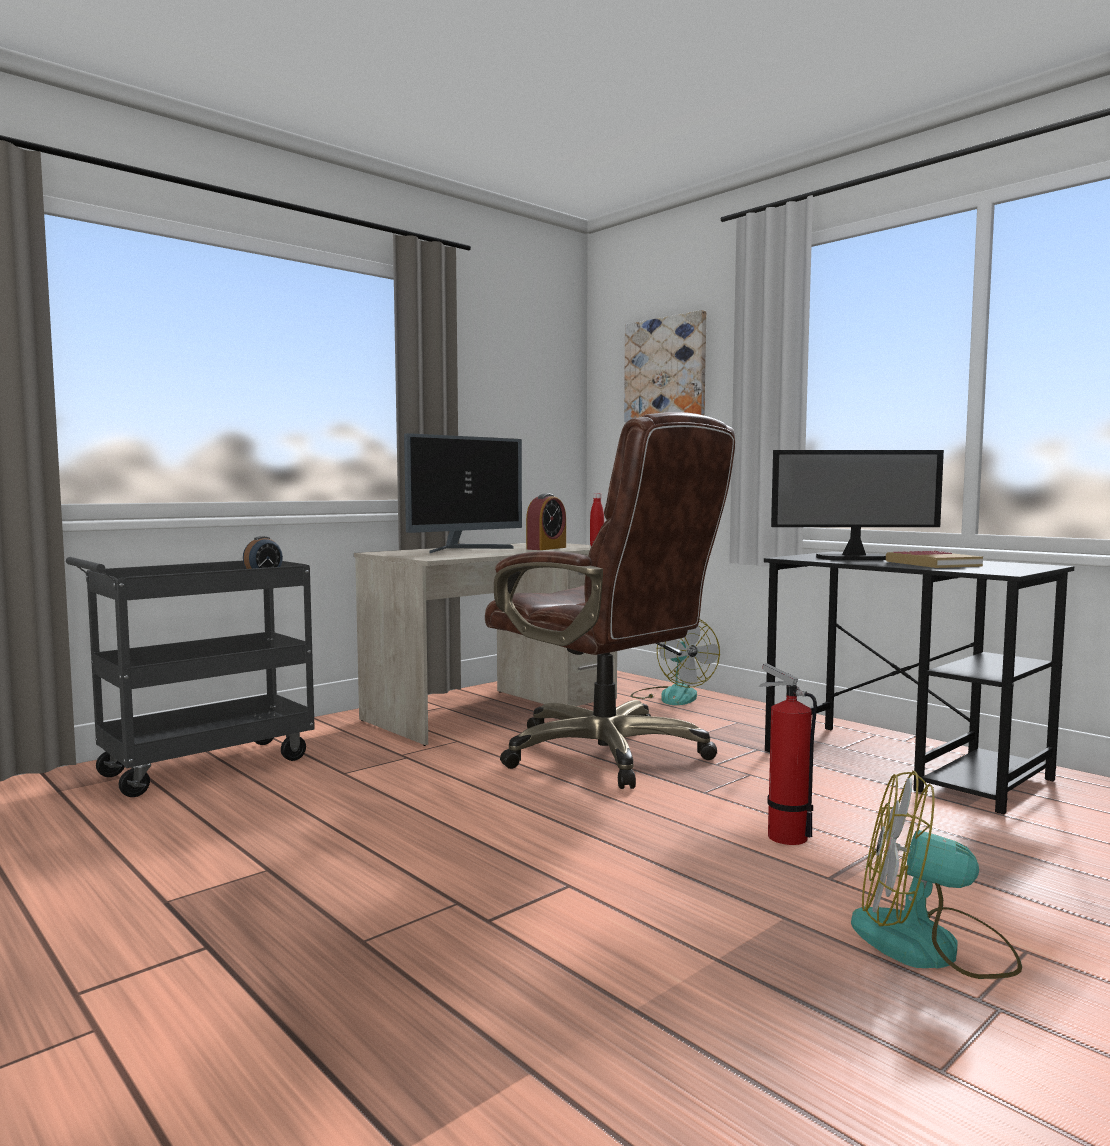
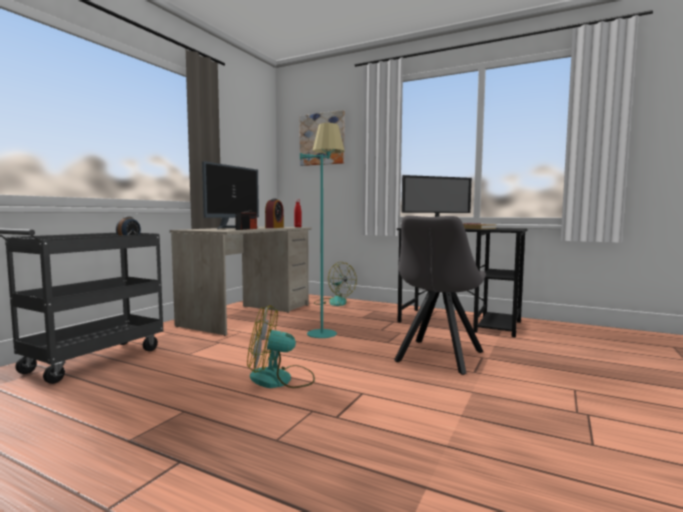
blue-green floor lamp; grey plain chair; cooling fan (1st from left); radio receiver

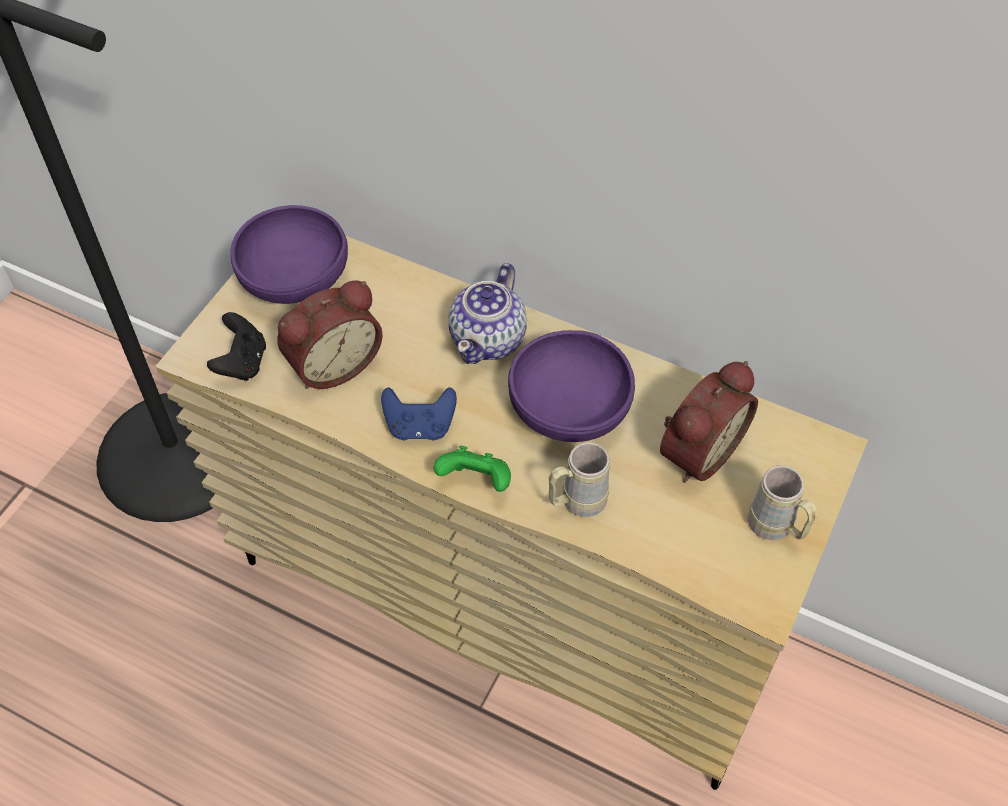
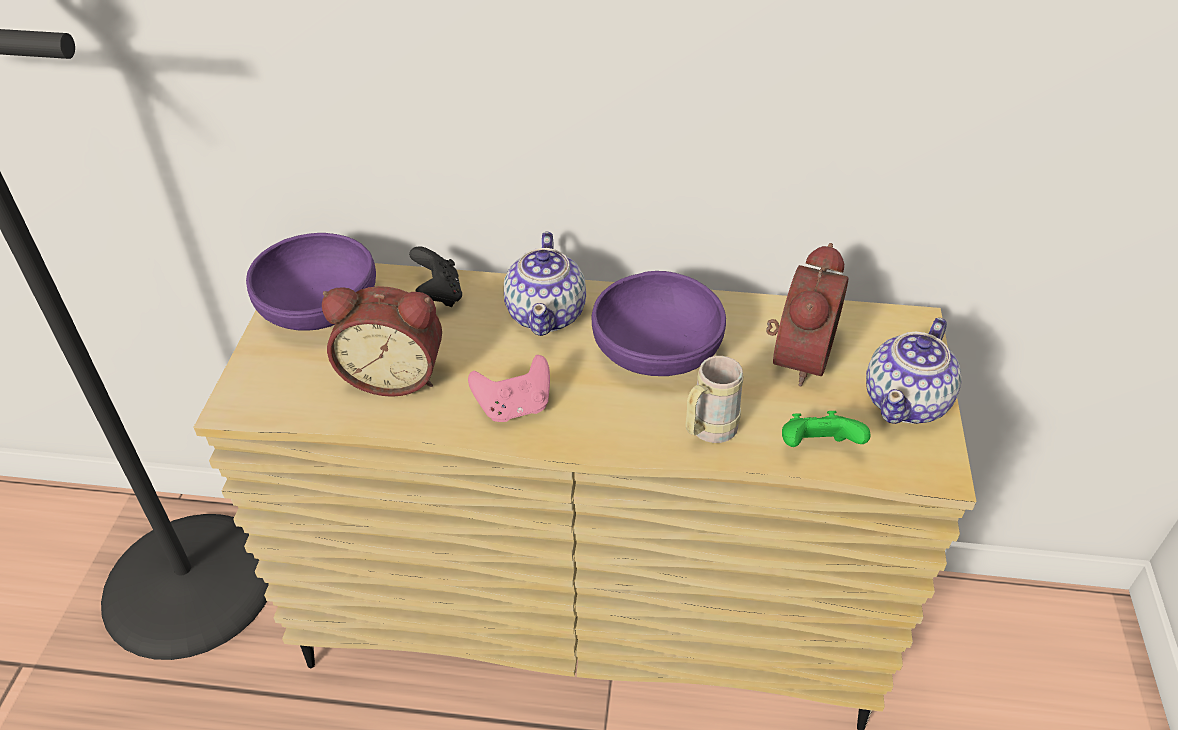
bedside clock (1st from left); blackish joypad; pinkish joypad; green-coloured joypad; teapot (2nd from left)

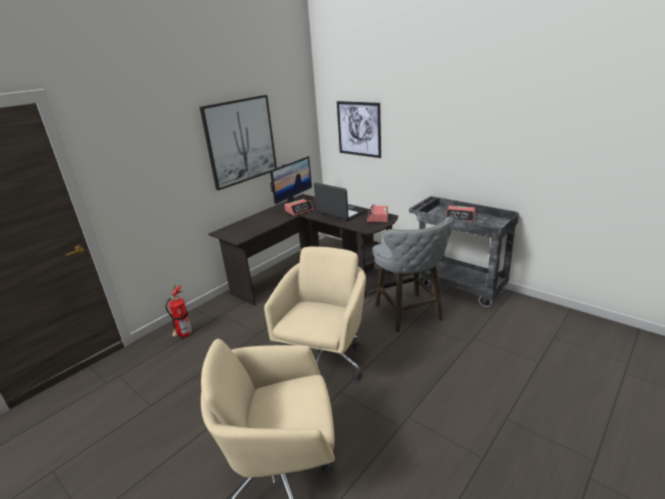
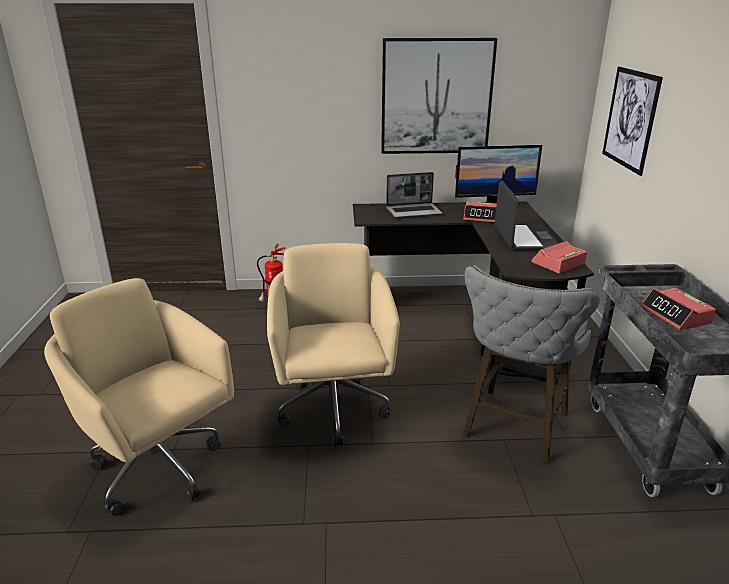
beige desk chair (2nd from left); portable computer (1st from left)

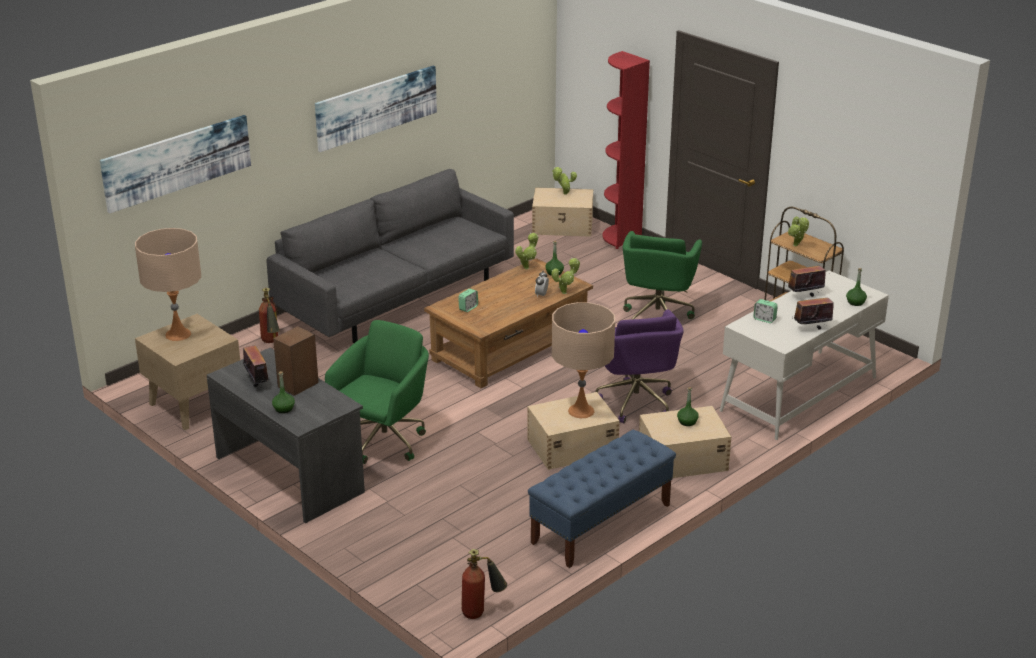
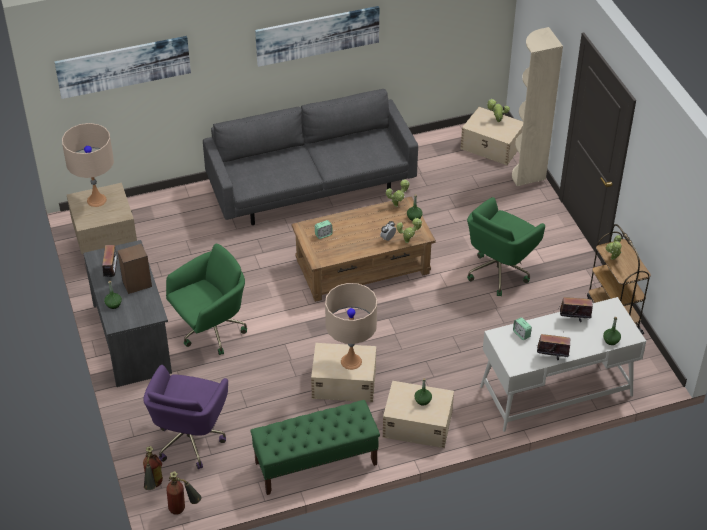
beige bookcase; fire extinguisher (1st from left); purplish desk chair; green-coloured indoor bench

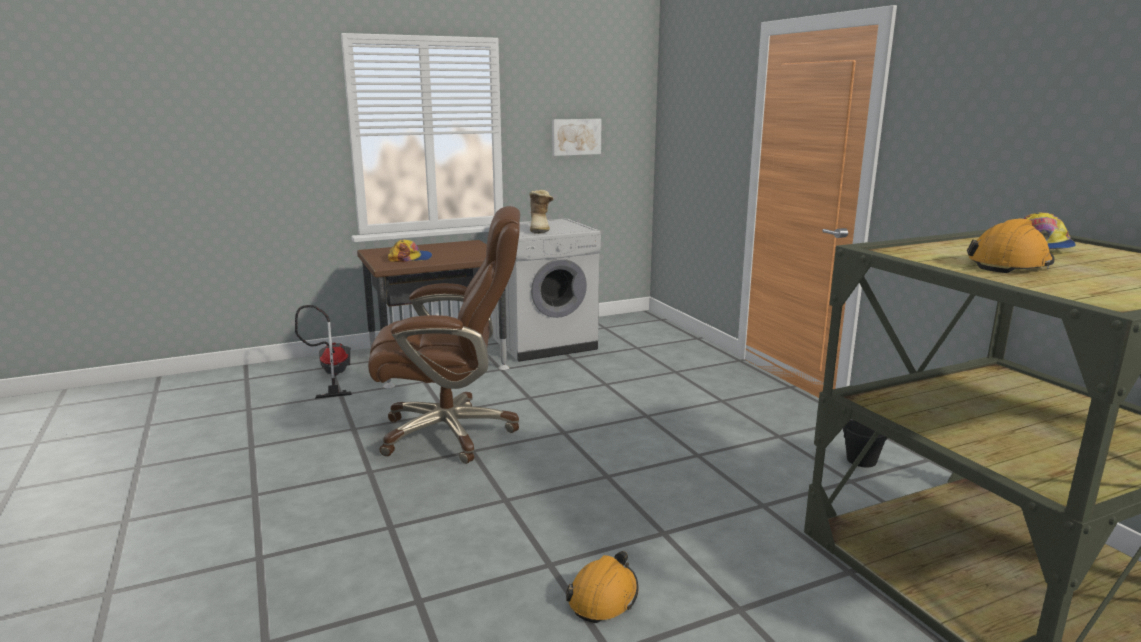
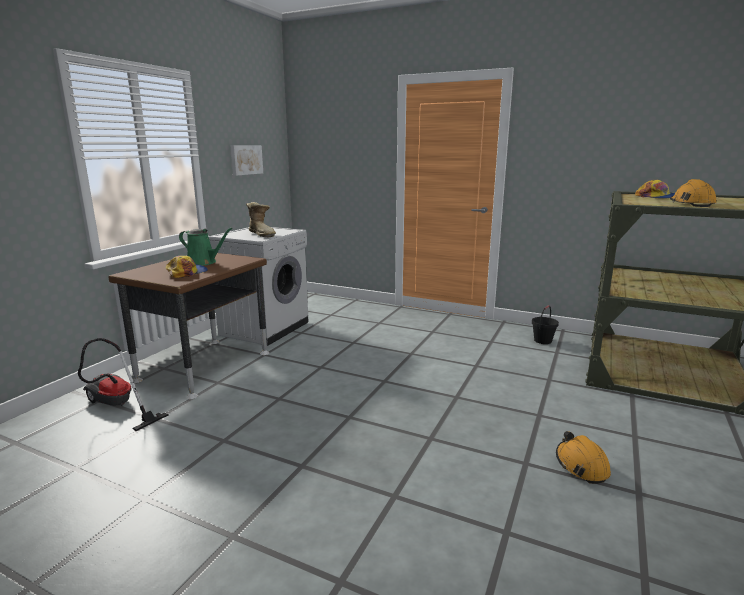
brownish desk chair; green-coloured sprinkling can

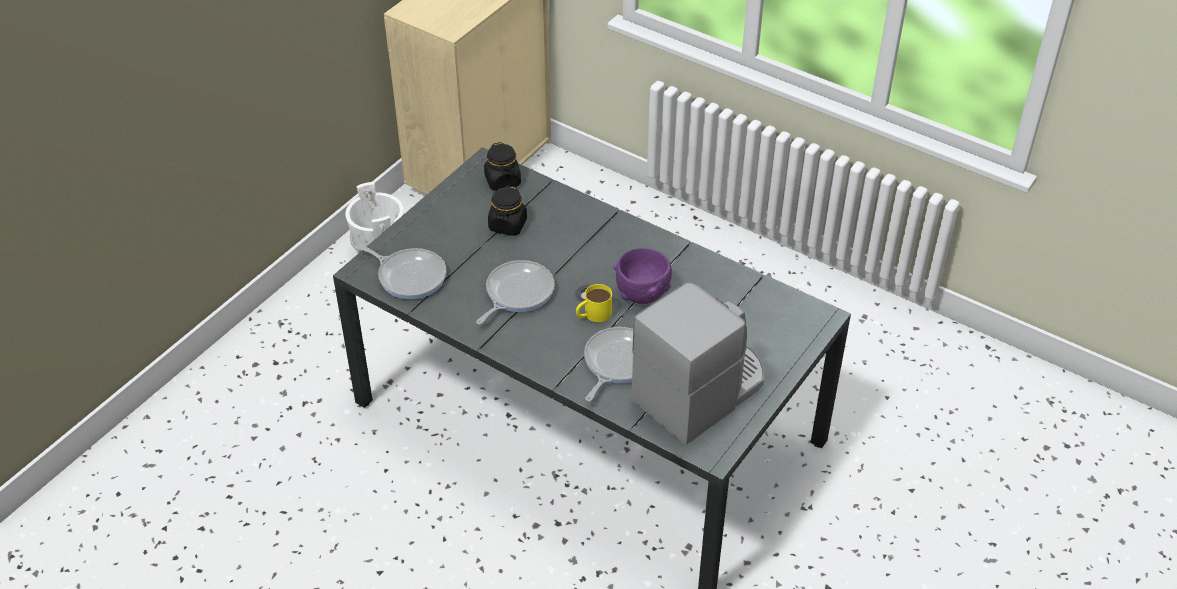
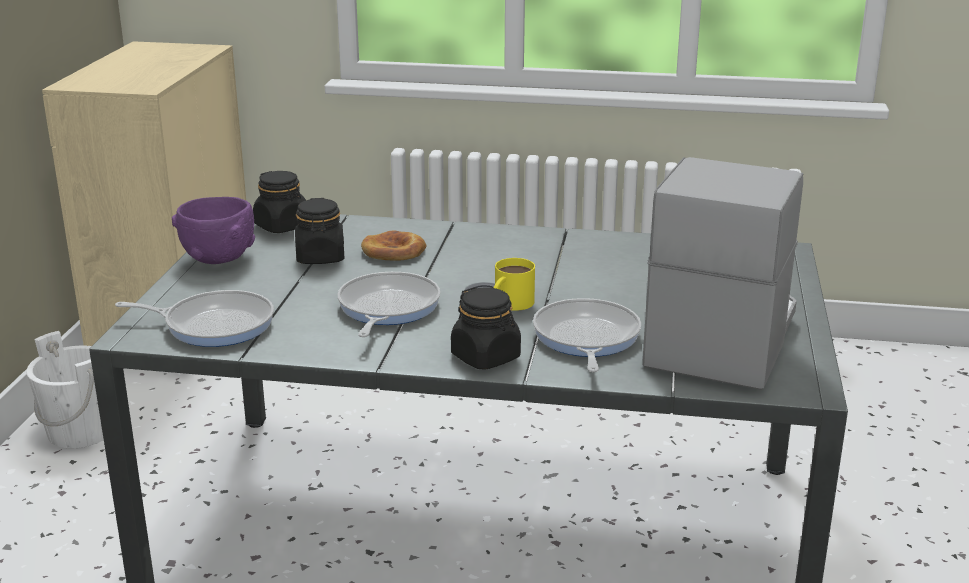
purplish deep dish; bread; blackish storage jar (3rd from left)

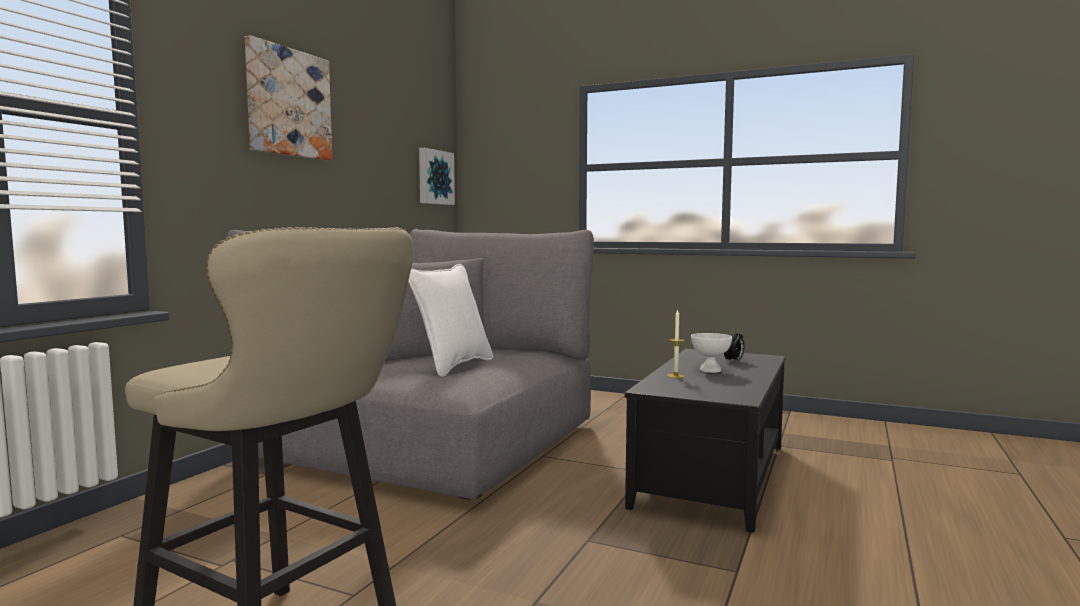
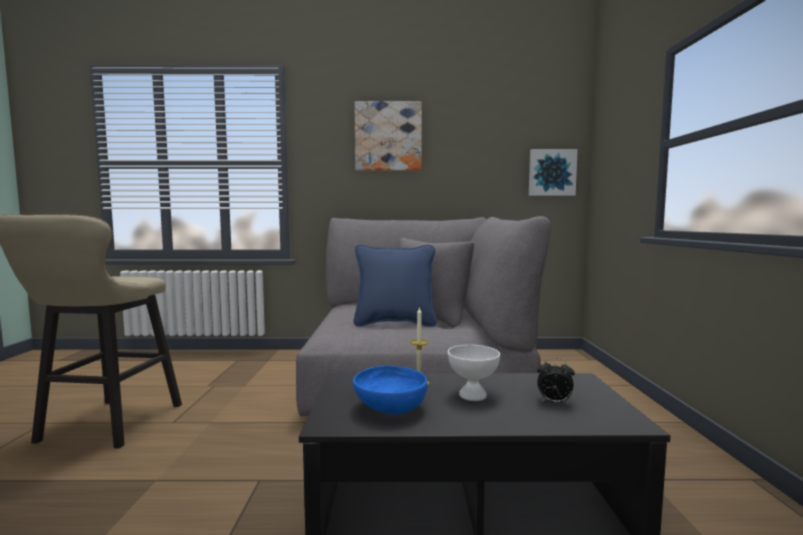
blue-coloured cushion; blue-coloured deep dish

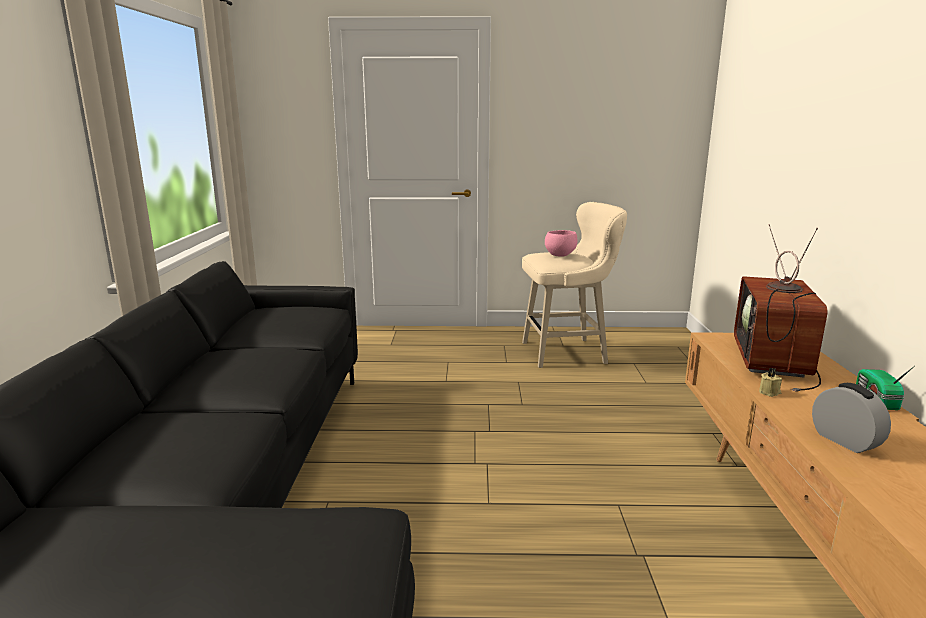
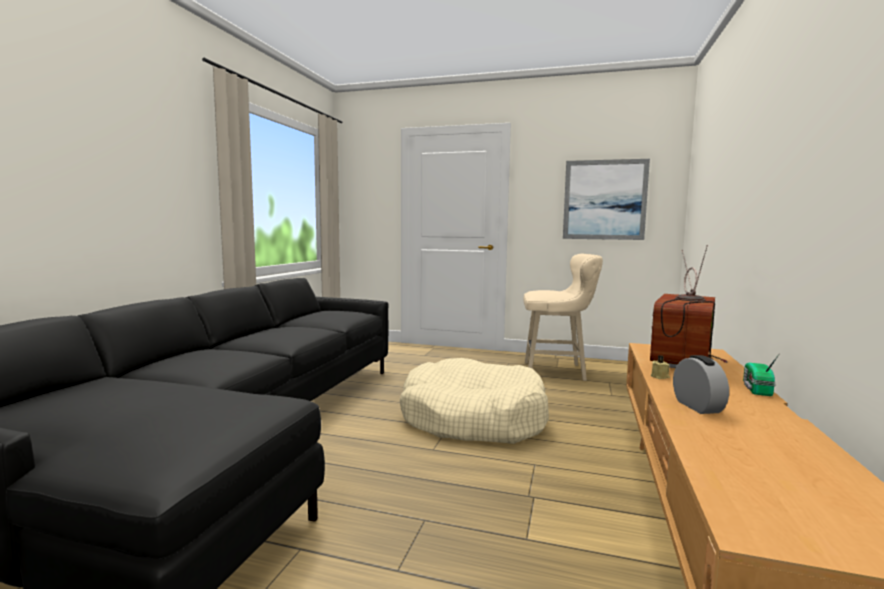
pinkish deep dish; picture; beige dog cushion

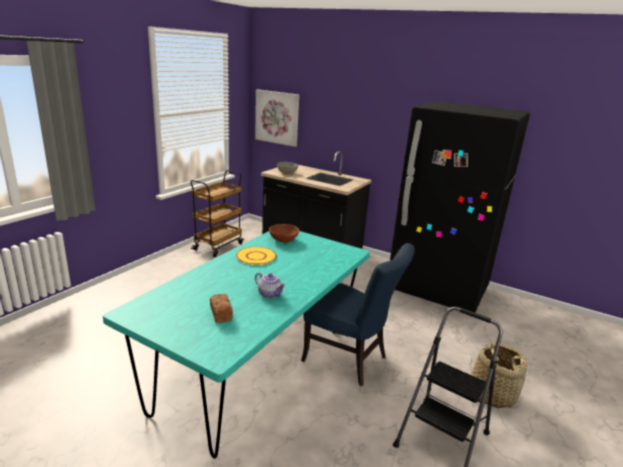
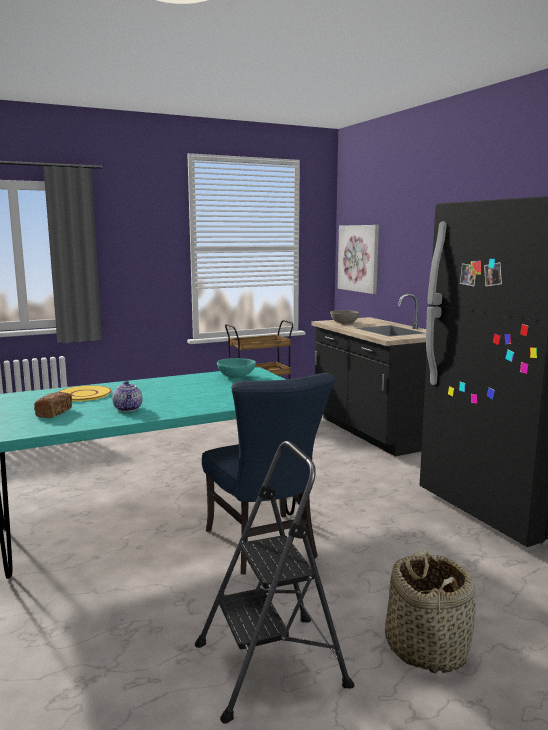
blue-green deep dish; yellow plate

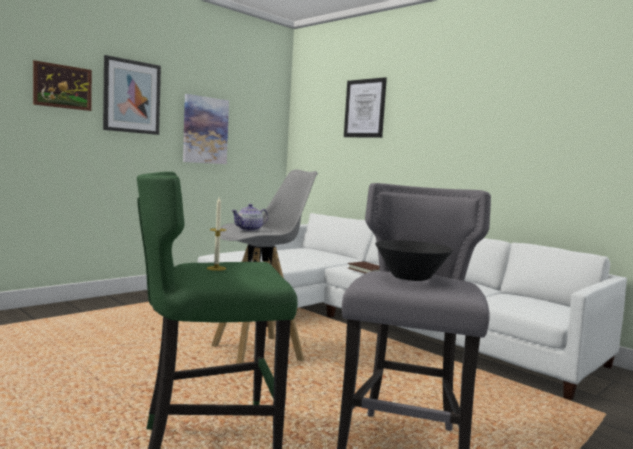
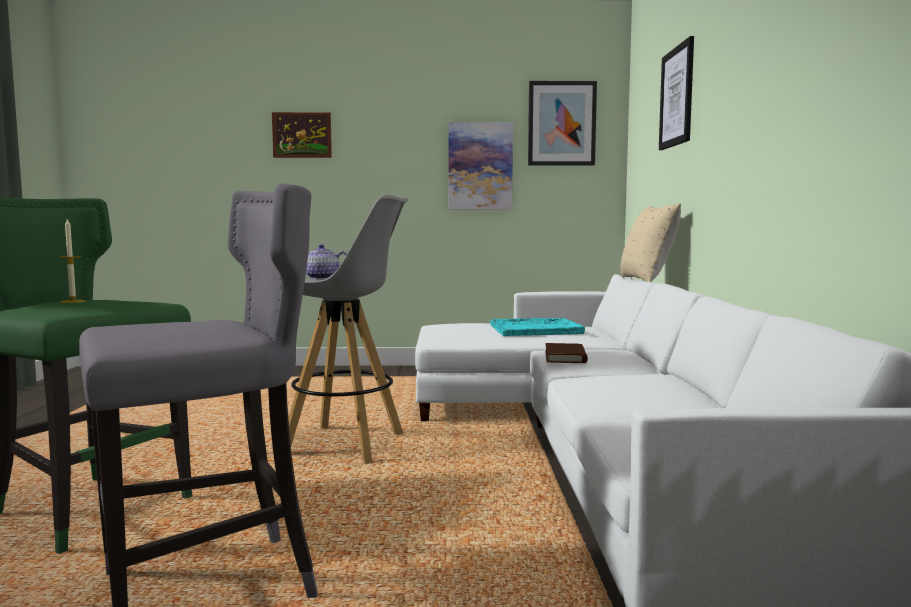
picture (3rd from left); blackish deep dish; beige cushion; blue-green carrying tray

